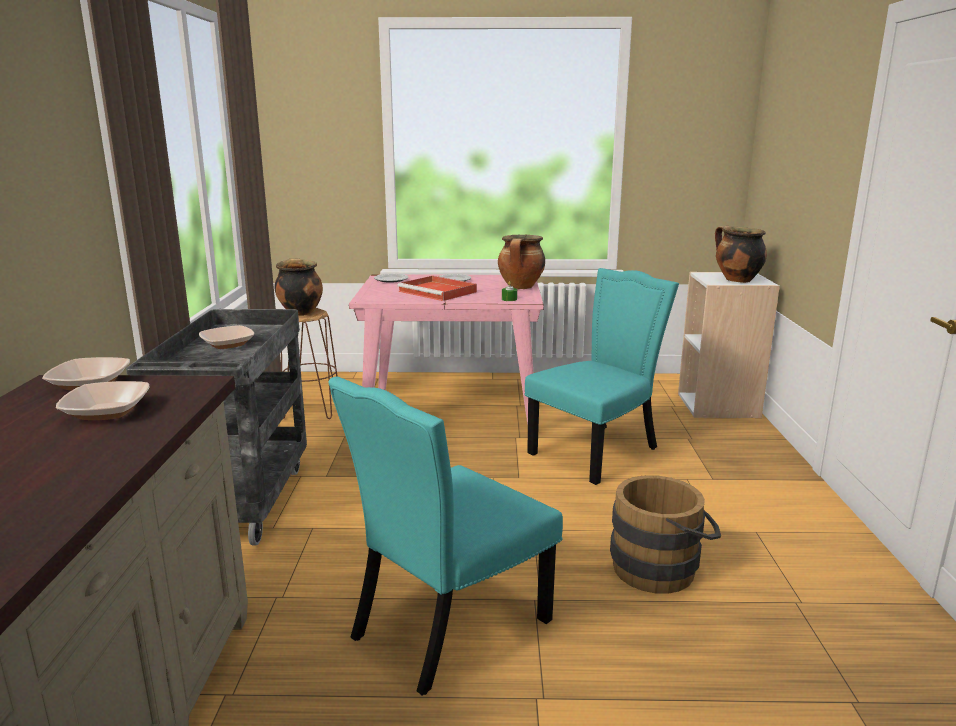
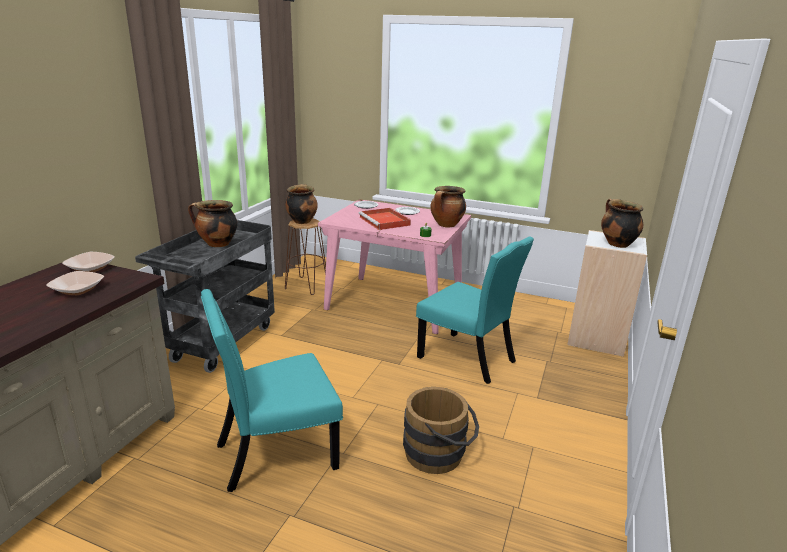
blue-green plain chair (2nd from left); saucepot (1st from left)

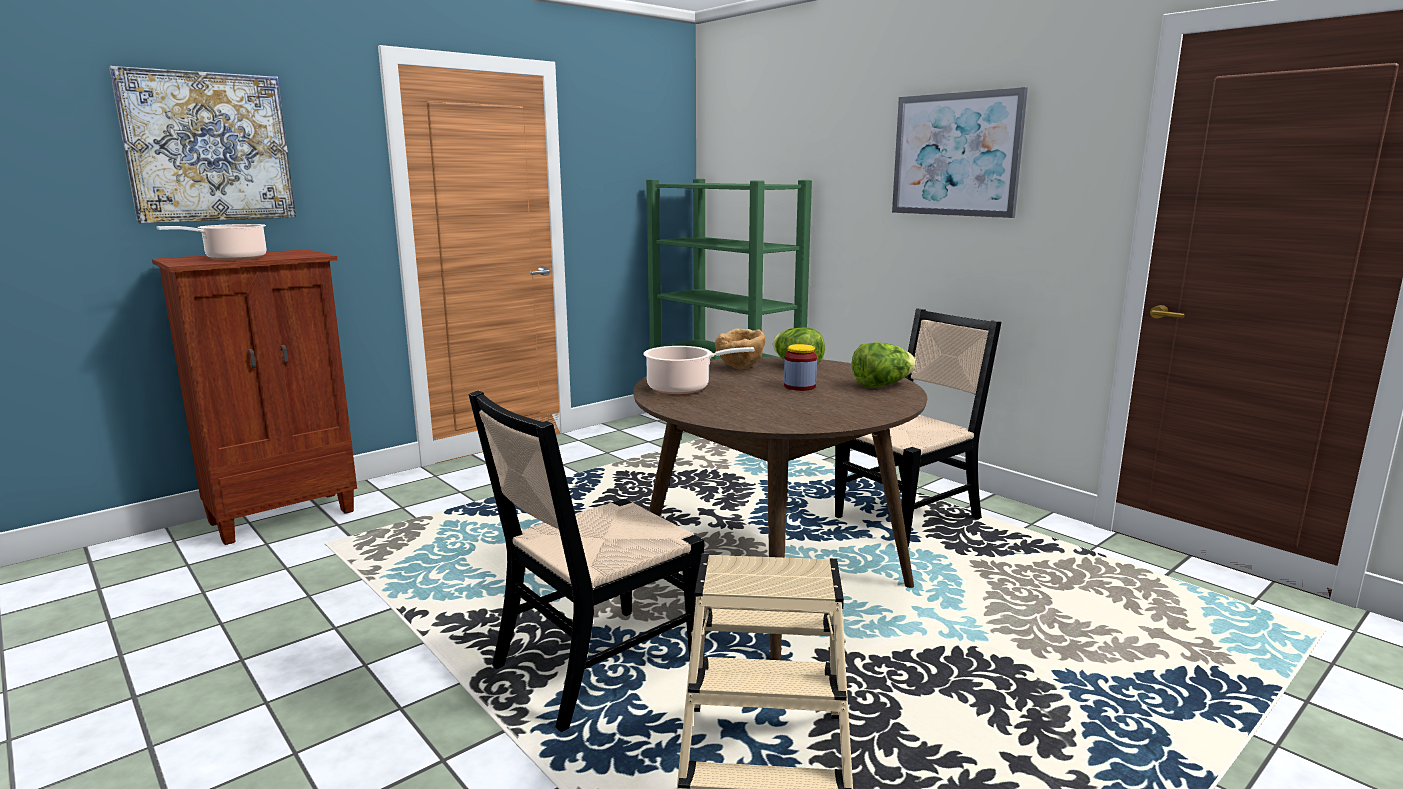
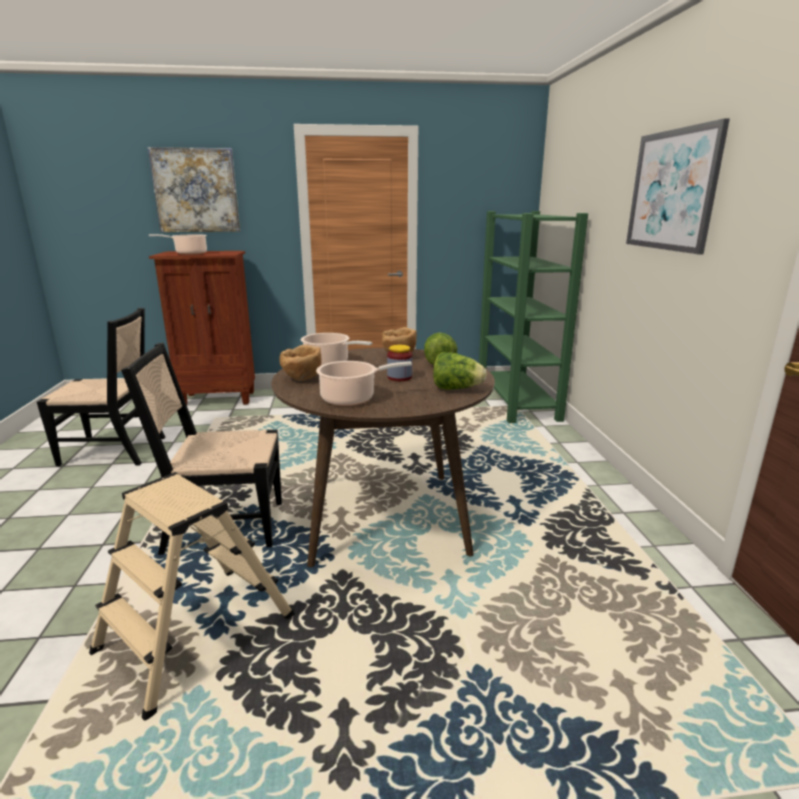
plain chair (1st from left); brownish deep dish (1st from left); saucepot (3rd from left)

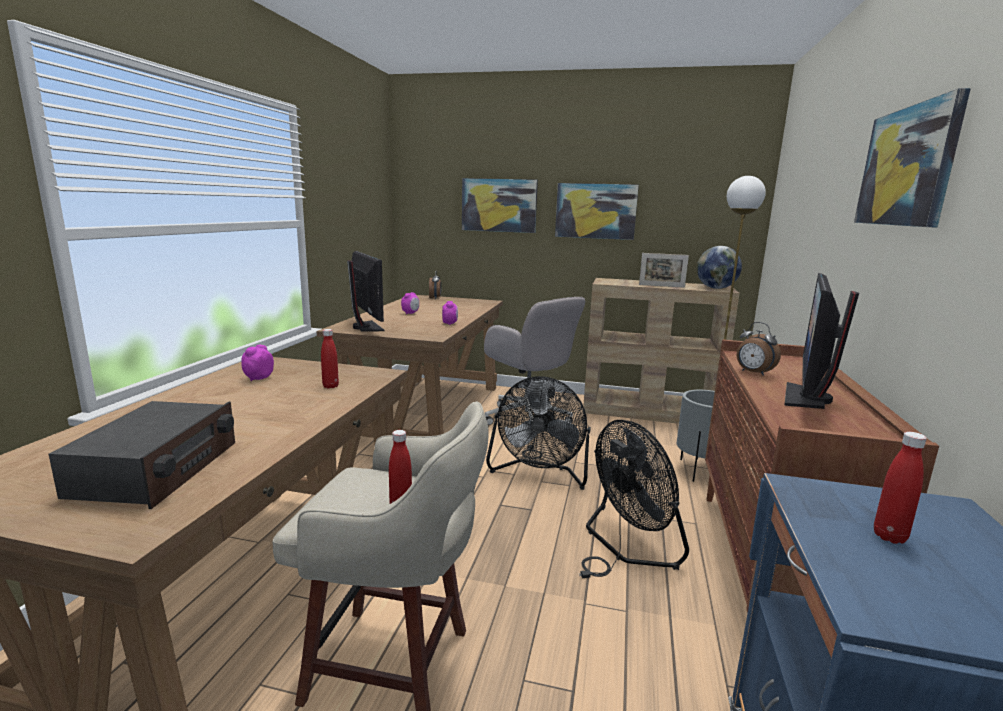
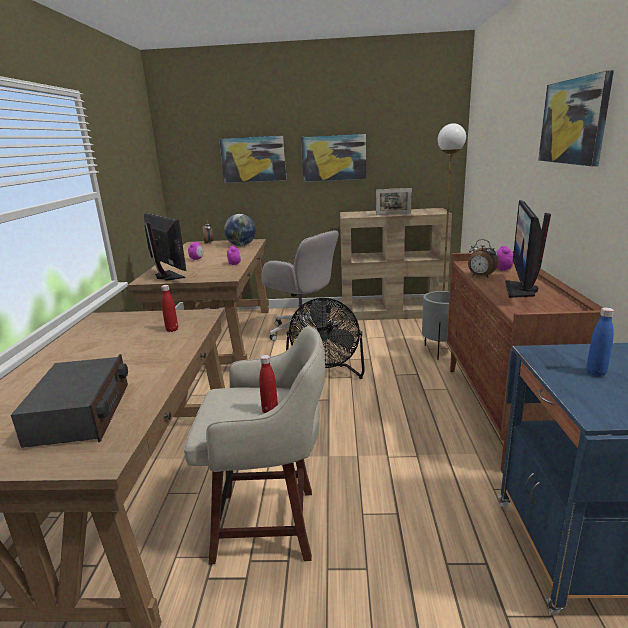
globe; bedside clock (5th from left); blackish cooling fan (2nd from left in the first image); blue-coloured bottle

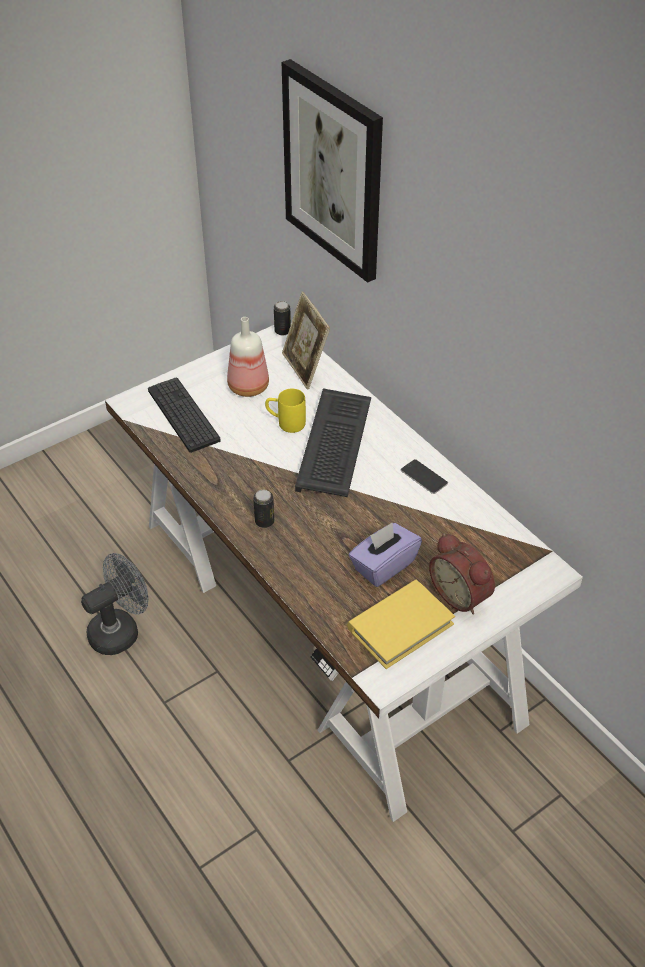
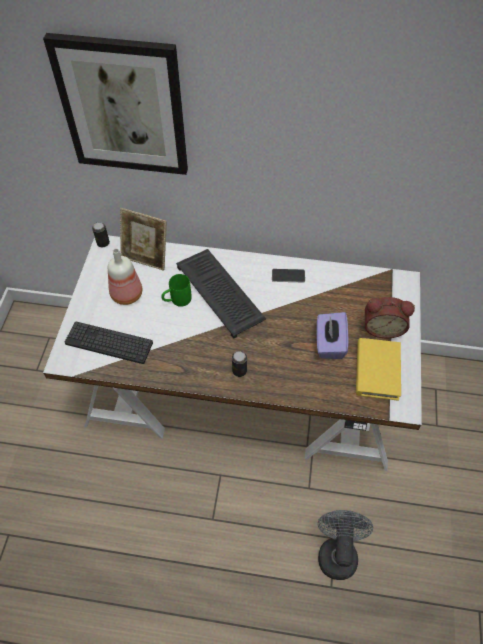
green-coloured tea mug; grey cooling fan

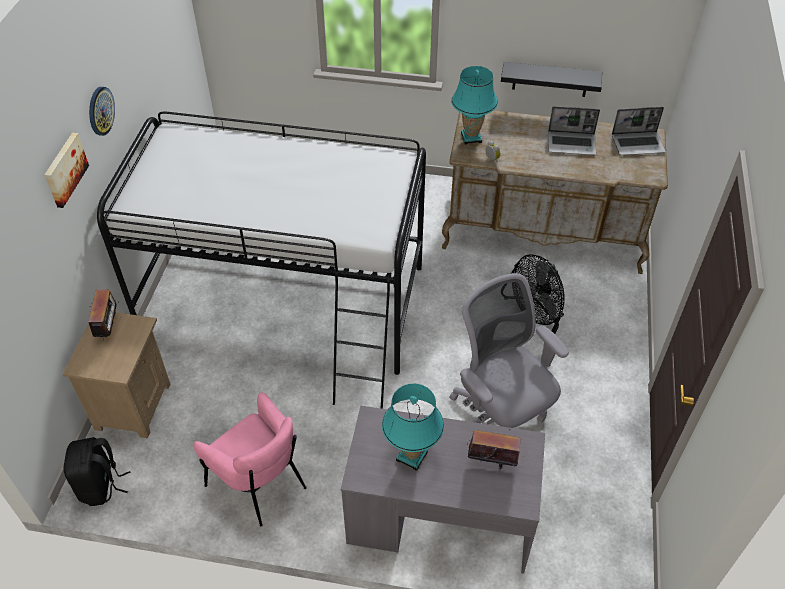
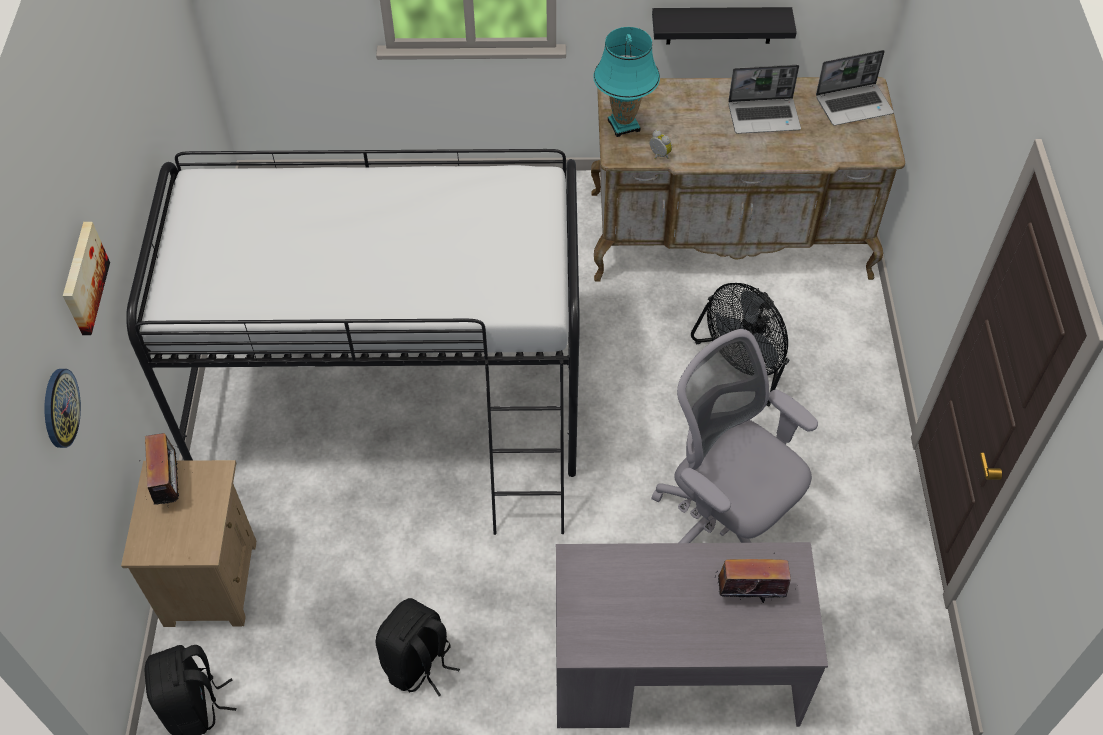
clock on the wall; blue-green table lamp (1st from left in the first image); blackish backpack (2nd from left)

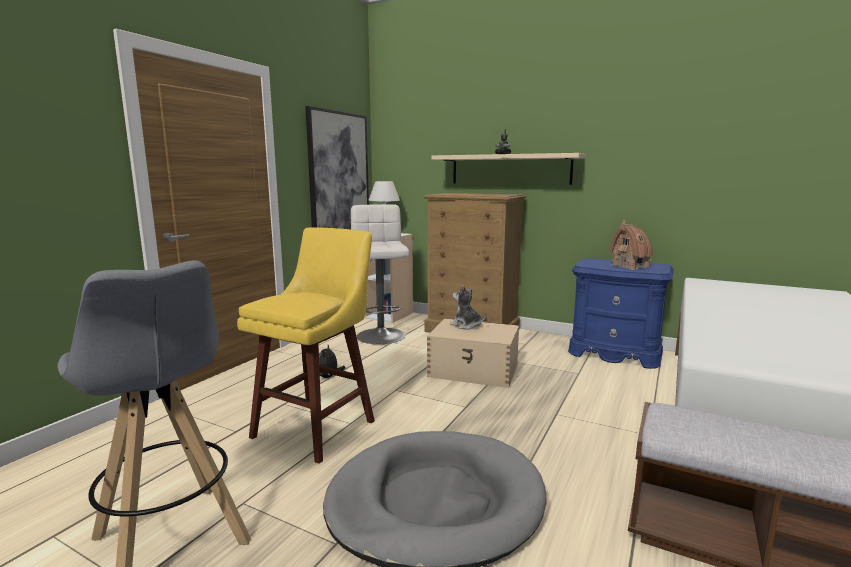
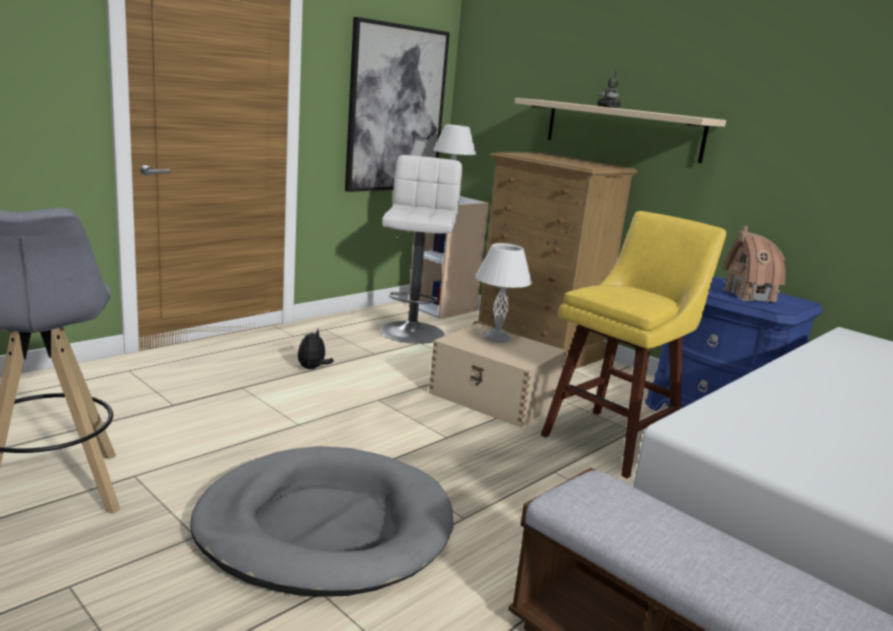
yellow sitting stool; white-coloured table lamp (2nd from left)

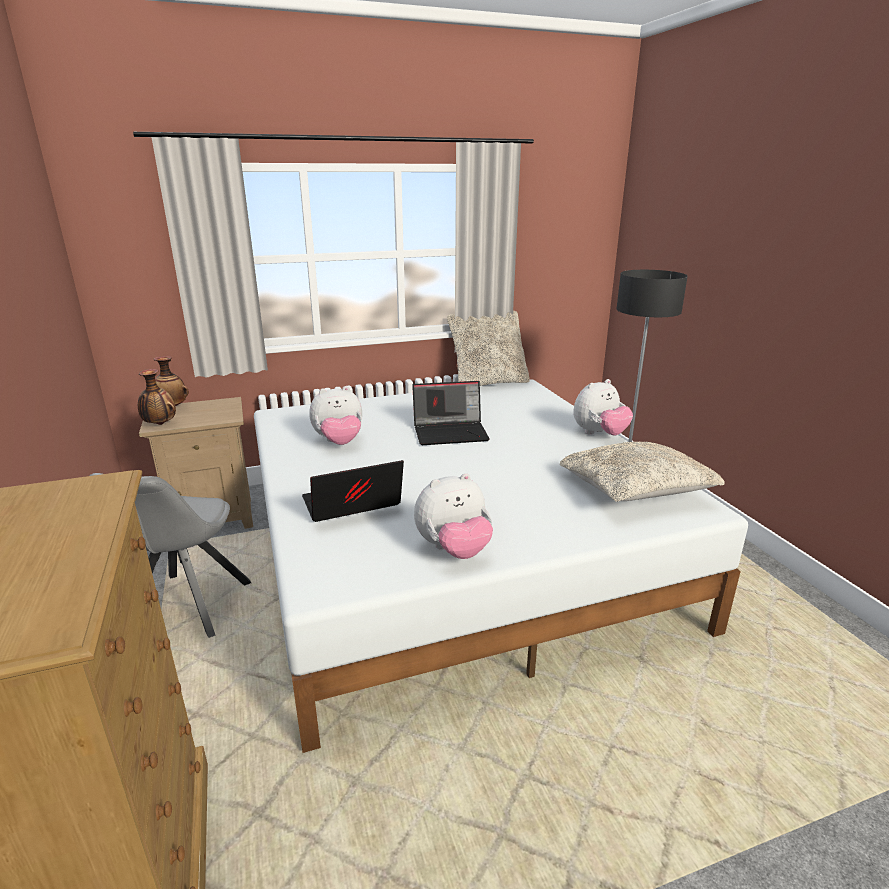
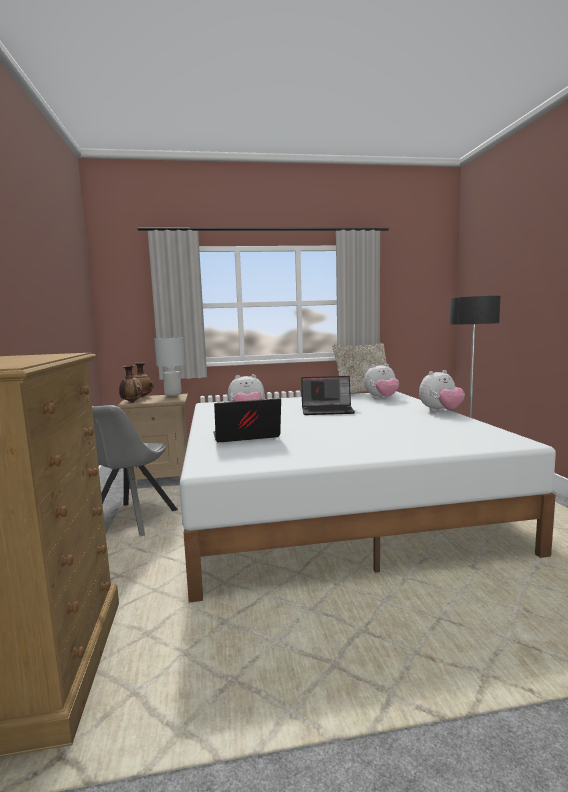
beige cushion (2nd from left in the first image); plush toy (2nd from left); grey table lamp

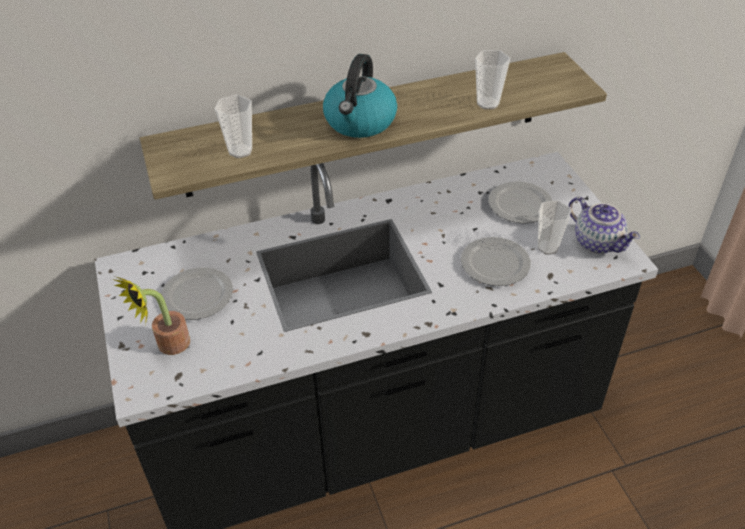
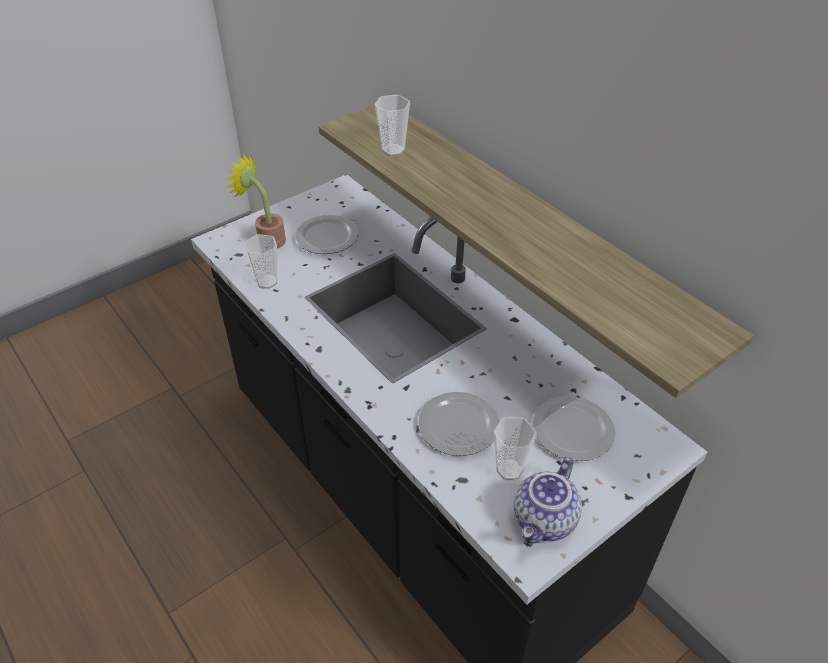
cup (1st from left); kettle

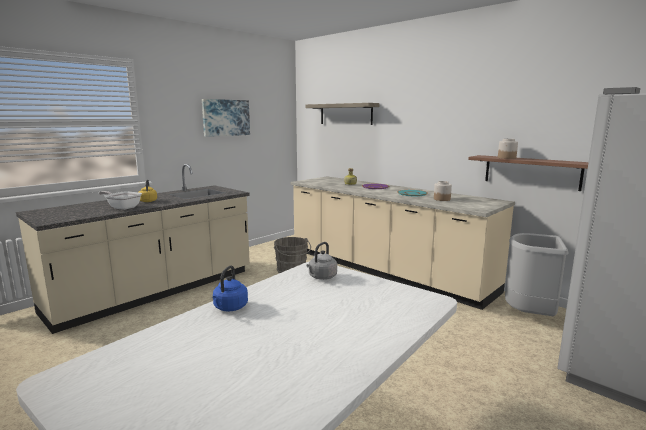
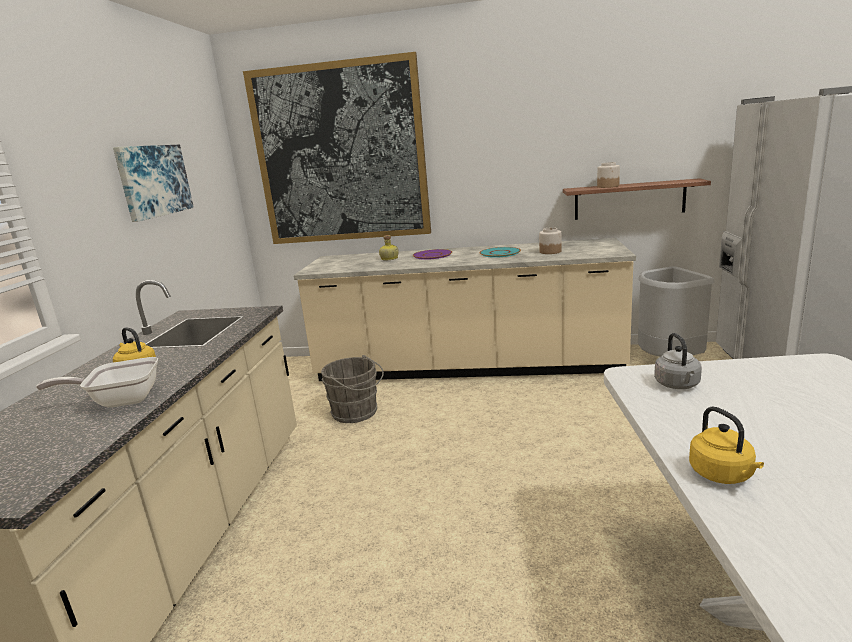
picture (2nd from left); yellow kettle (2nd from left)

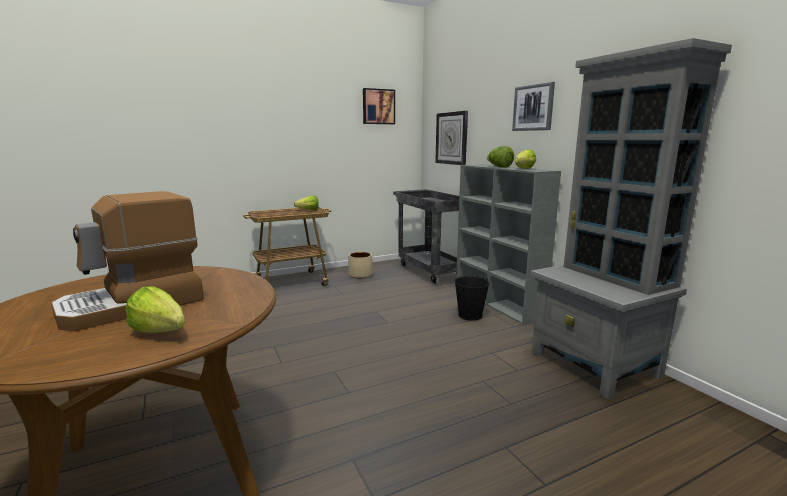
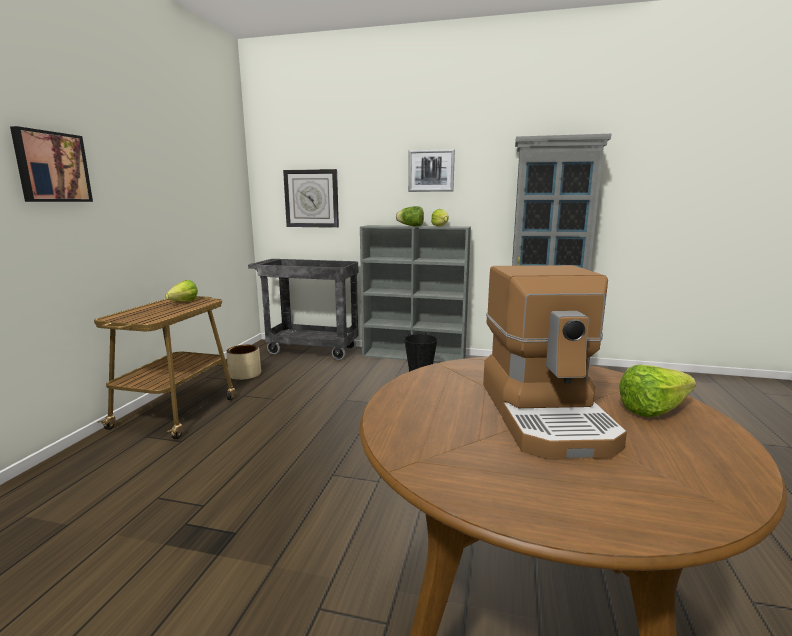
picture (1st from left)

